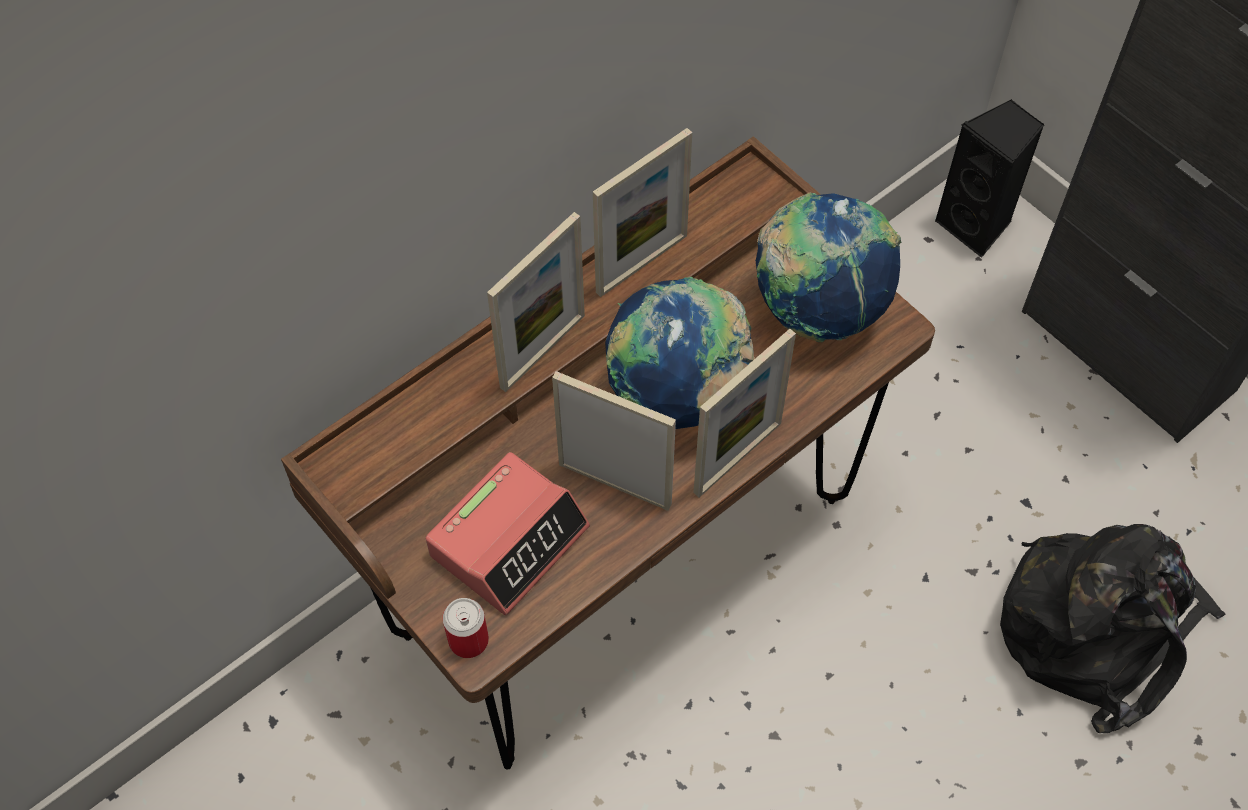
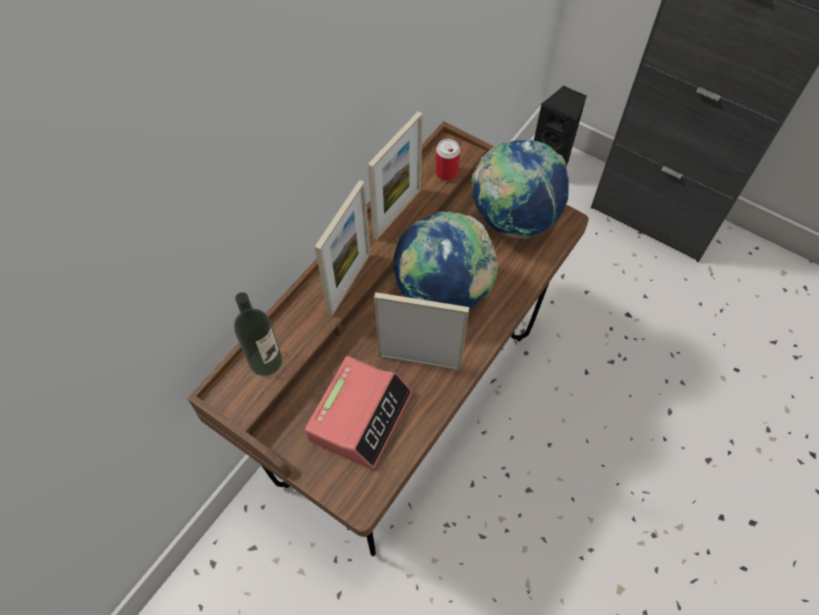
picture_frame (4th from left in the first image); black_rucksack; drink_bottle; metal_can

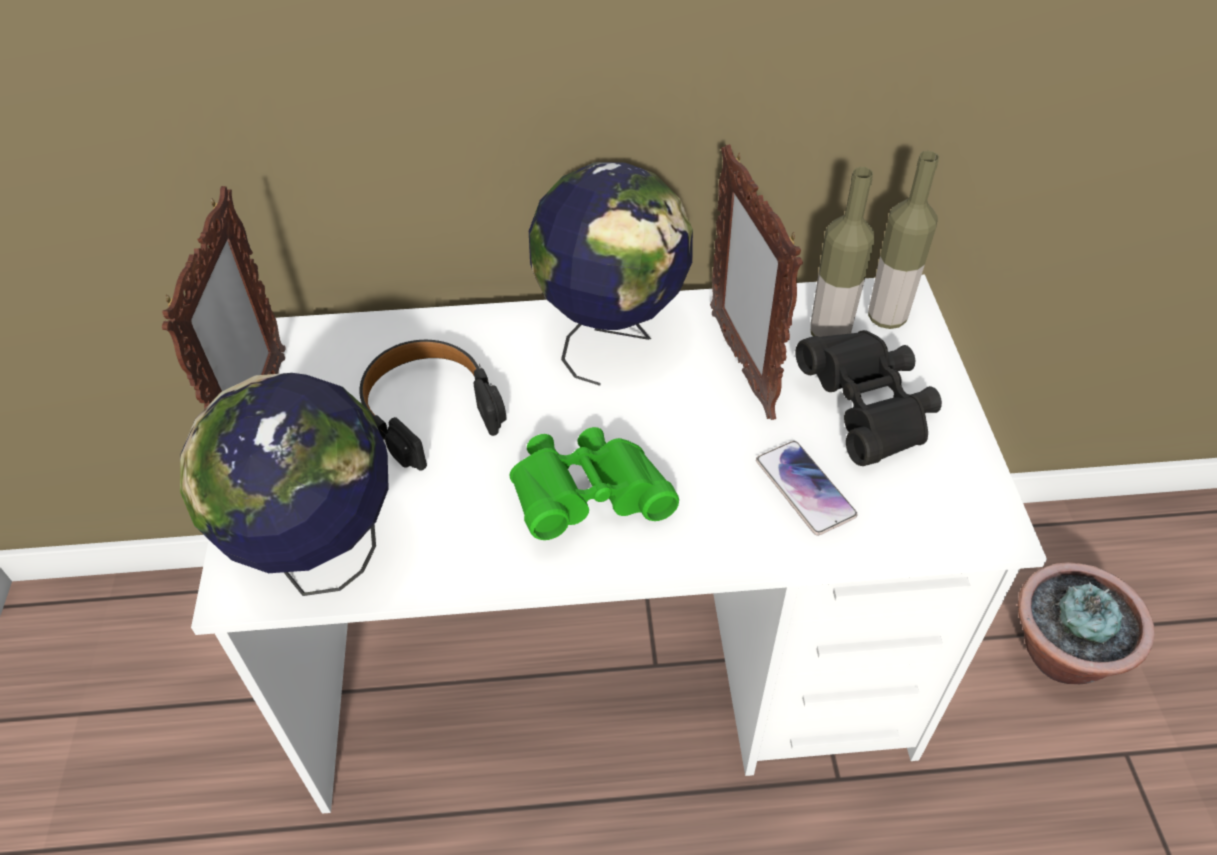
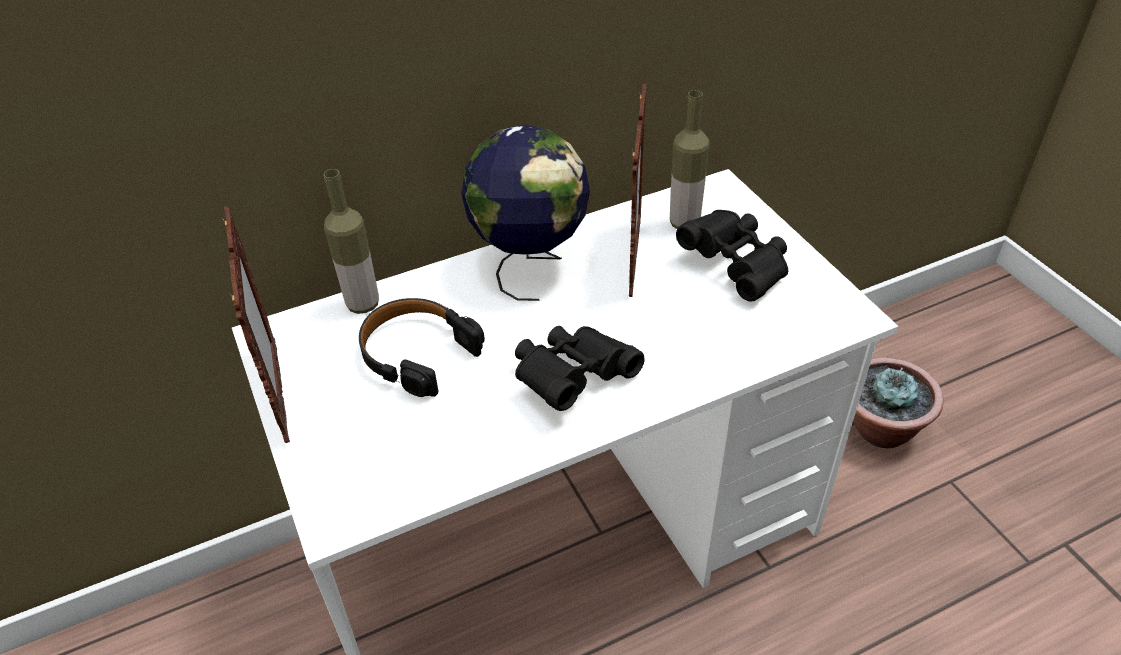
world_globe (1st from left in the first image); telephone; drink_bottle (1st from left); black_field_glasses (1st from left); picture_frame (2nd from left)

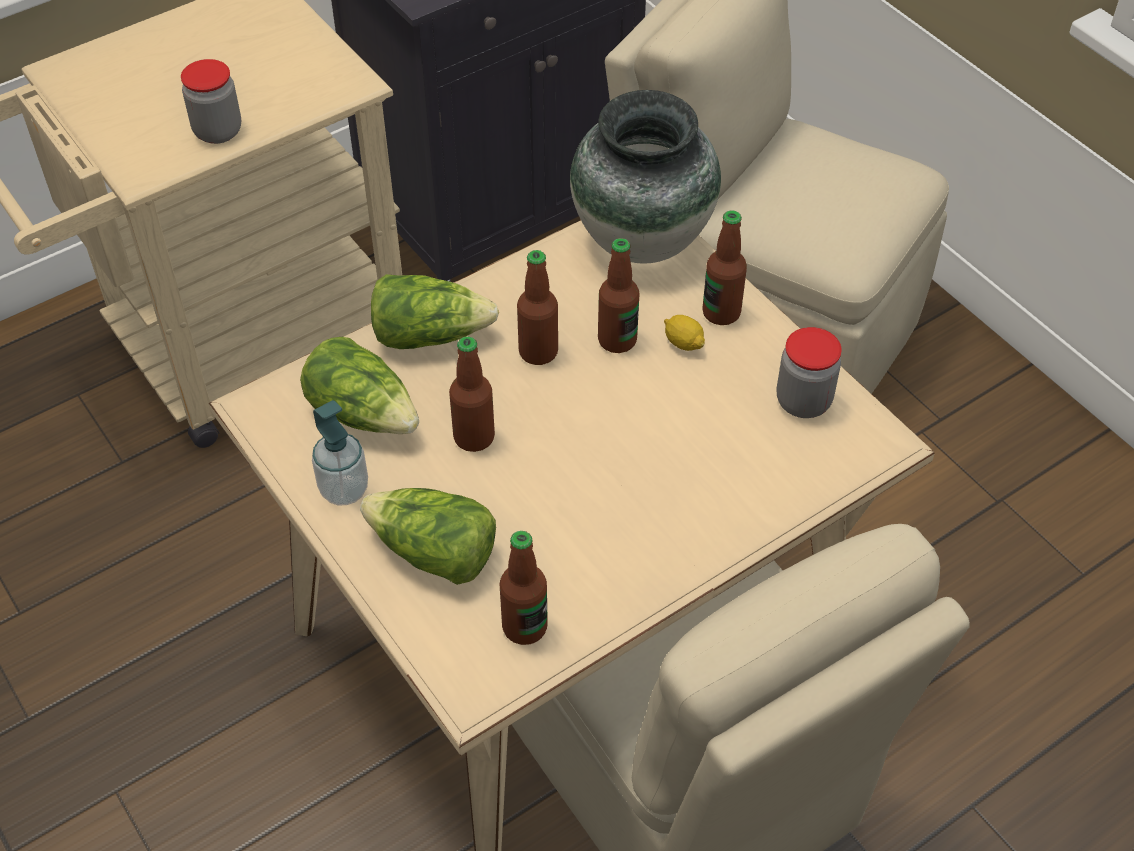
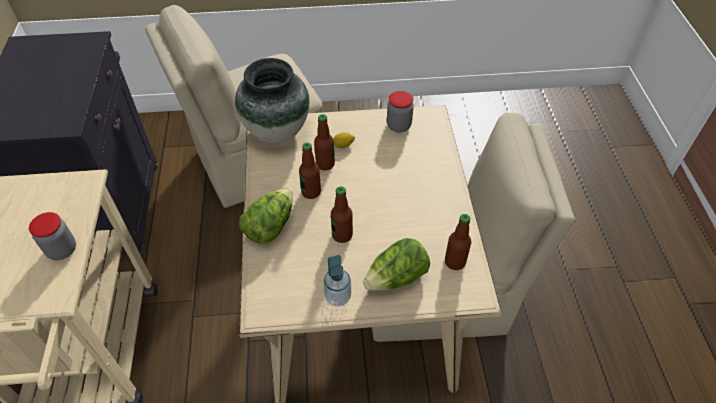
head_of_lettuce (1st from left in the first image); drink_bottle (5th from left in the first image)

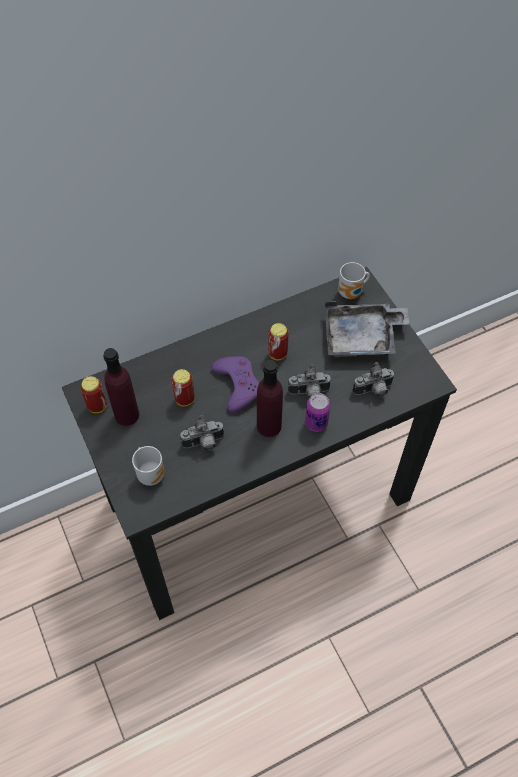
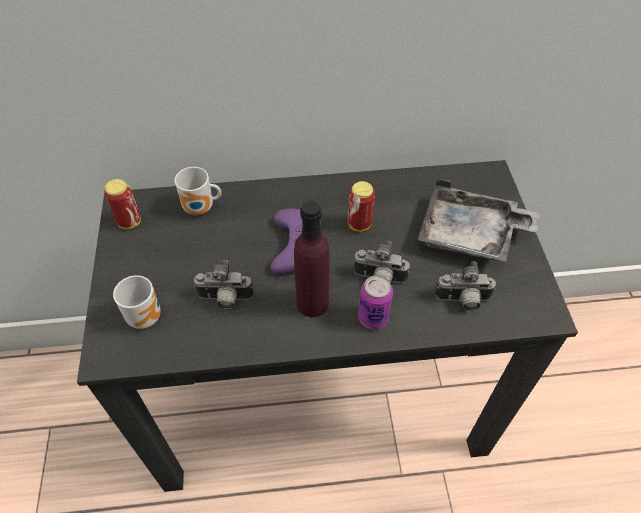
purple-coloured_drink_bottle (1st from left in the first image); metal_can (2nd from left in the first image); tea_mug (2nd from left)

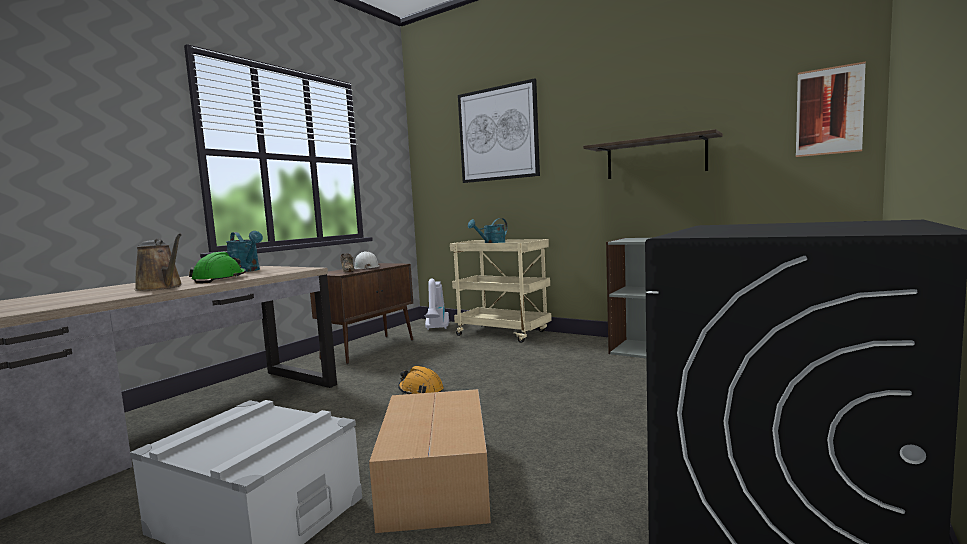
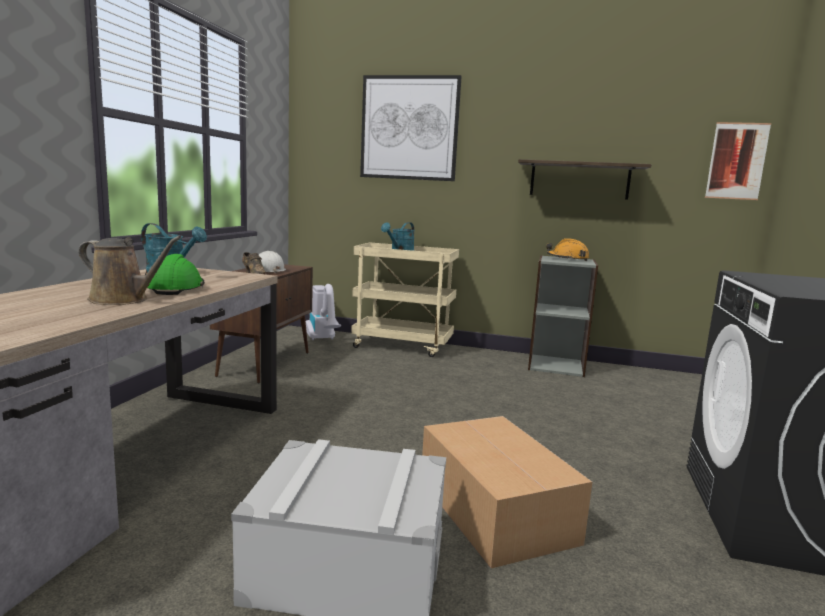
orangey_safety_helmet

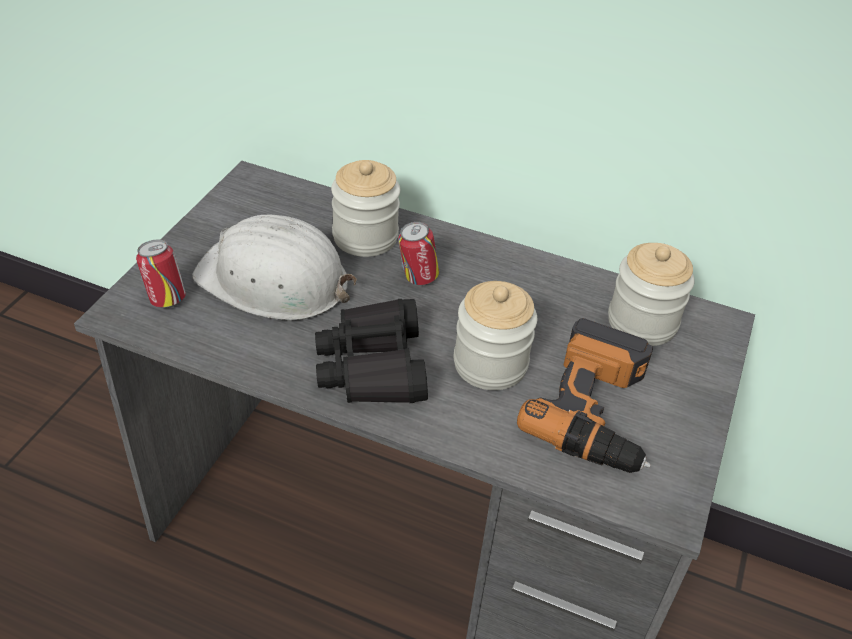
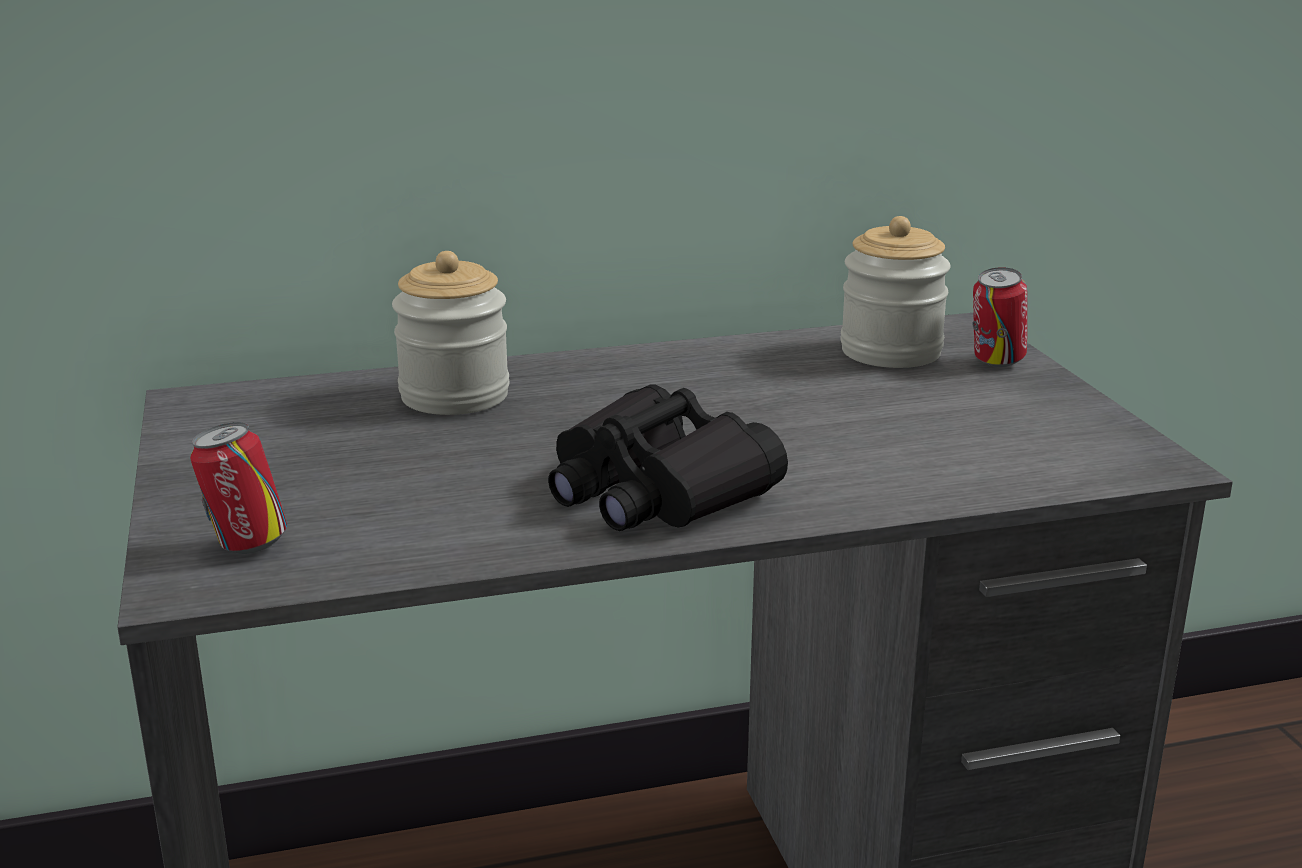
white_safety_helmet; preserve_jar (2nd from left in the first image); electric_drill; metal_can (2nd from left)

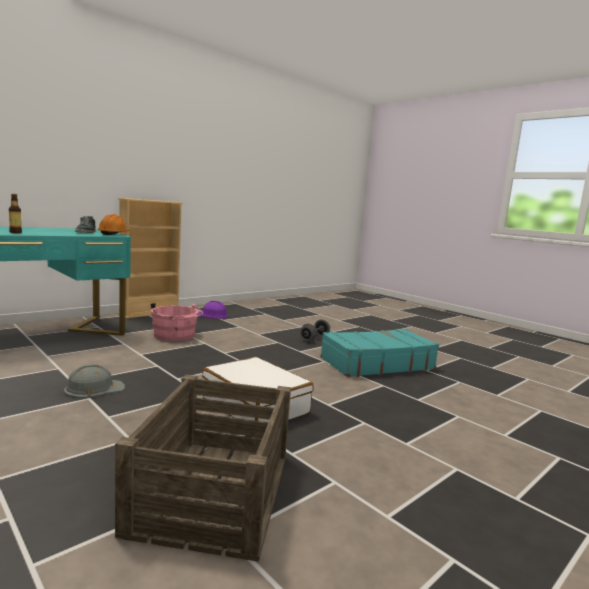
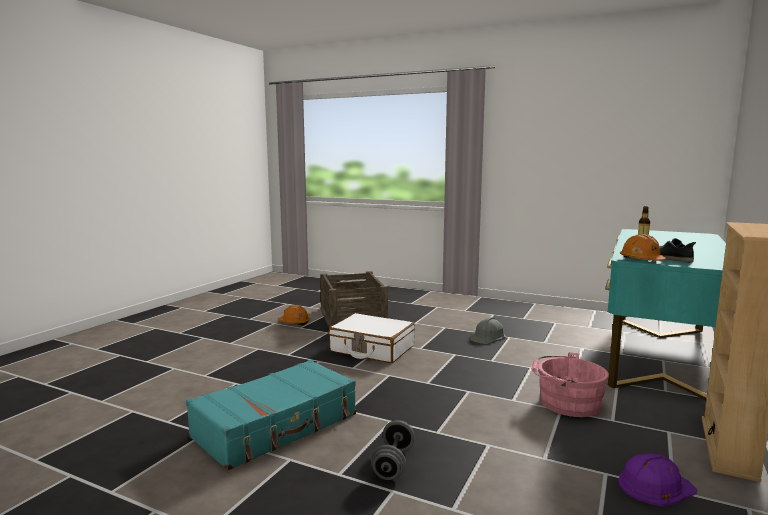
orangey_safety_helmet (1st from left)

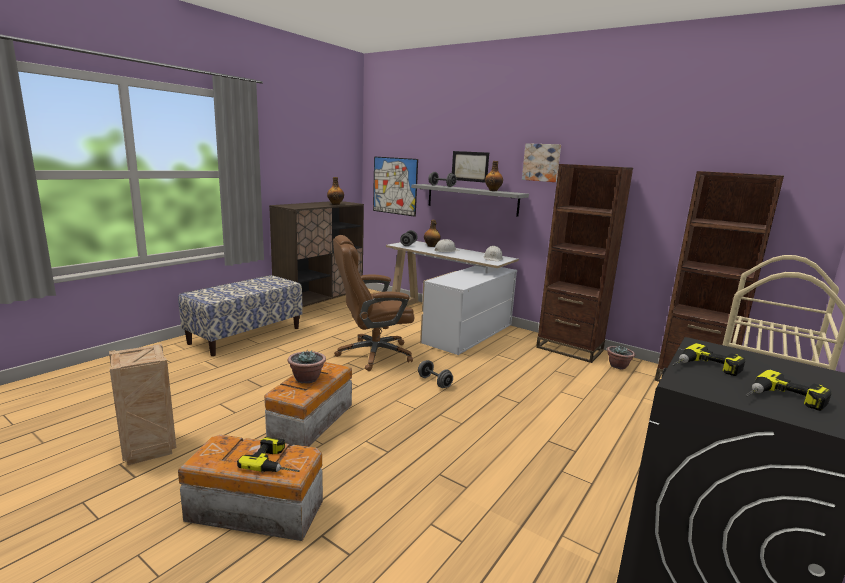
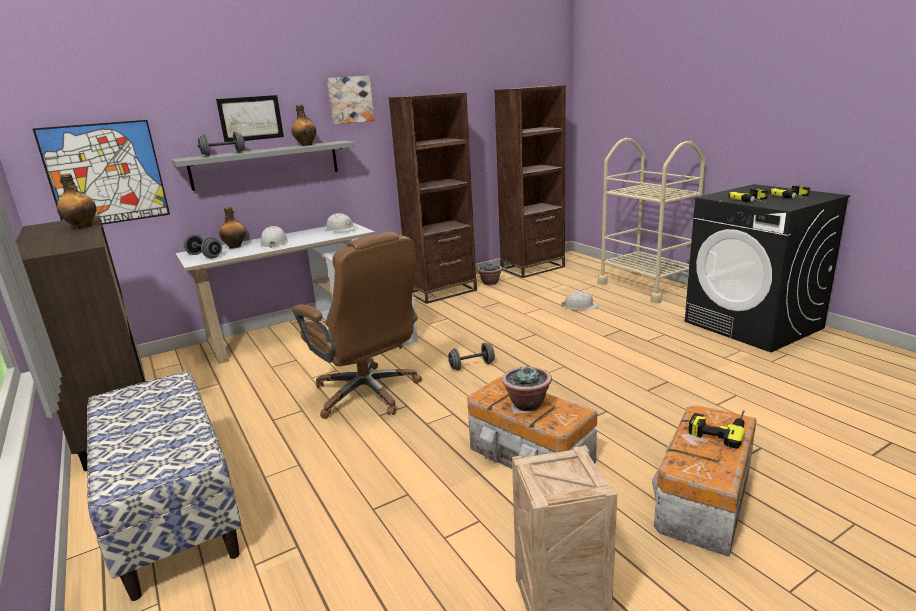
white_safety_helmet (3rd from left); brownish_computer_chair

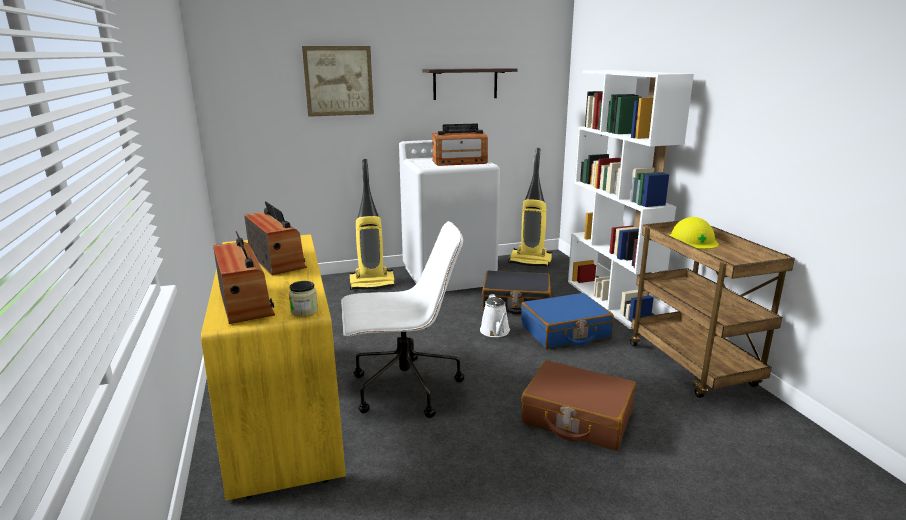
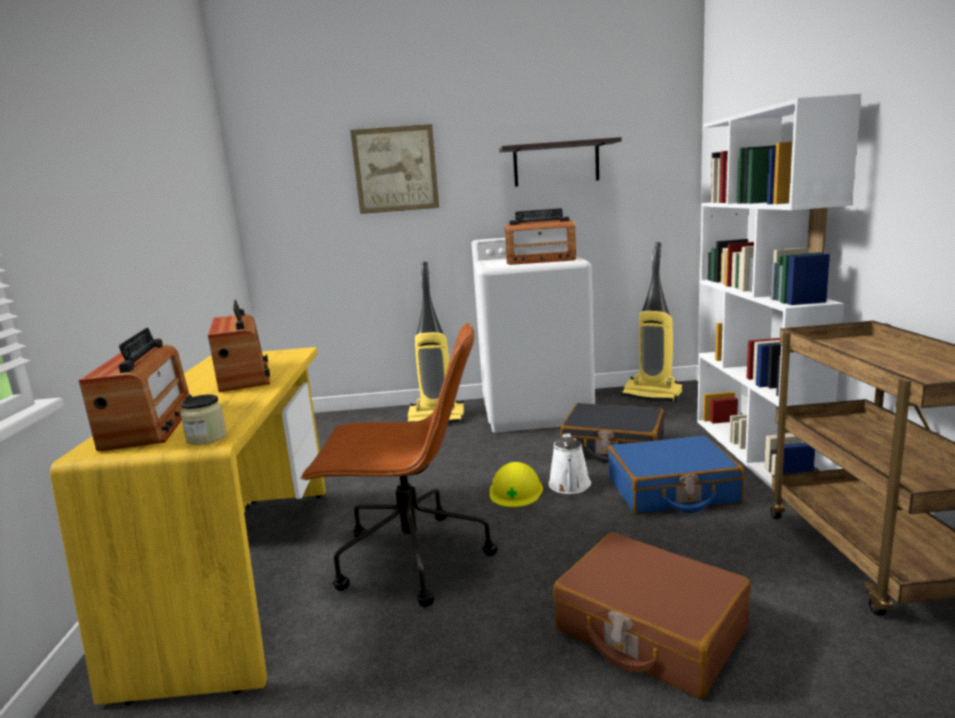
yellow-coloured_safety_helmet; brownish_computer_chair

